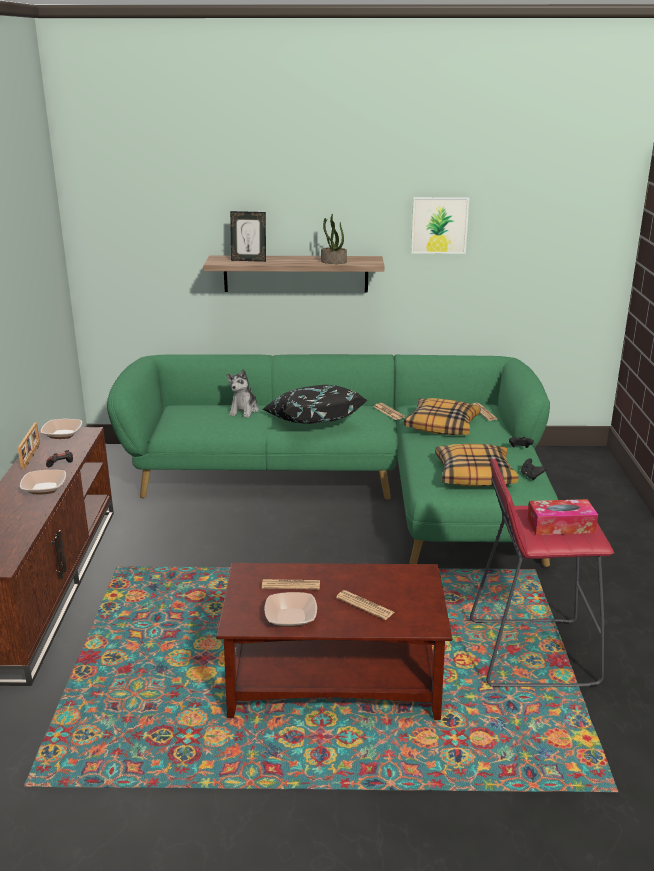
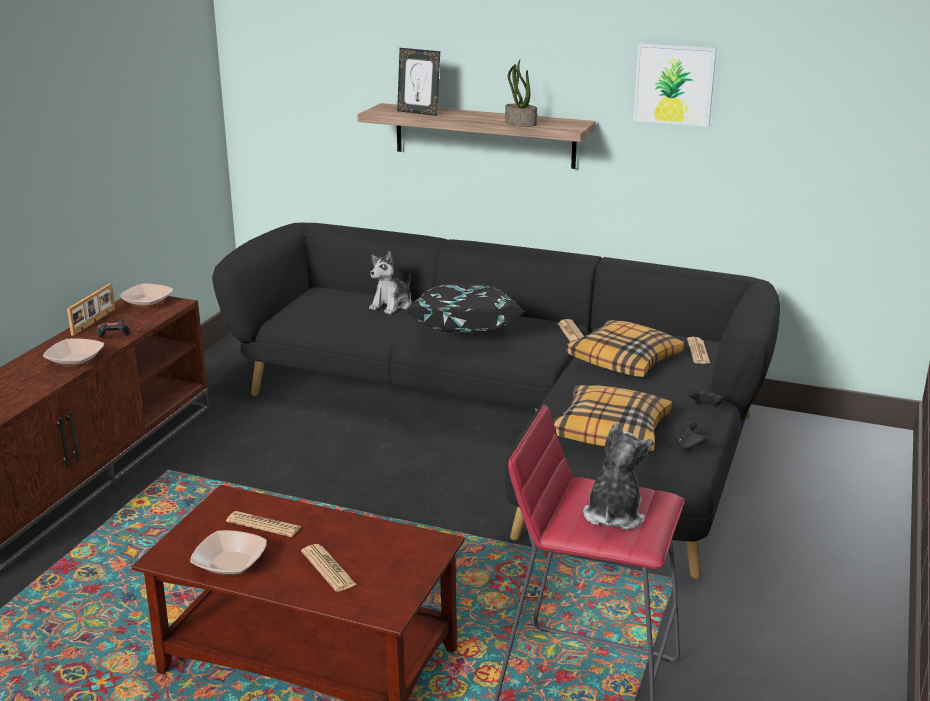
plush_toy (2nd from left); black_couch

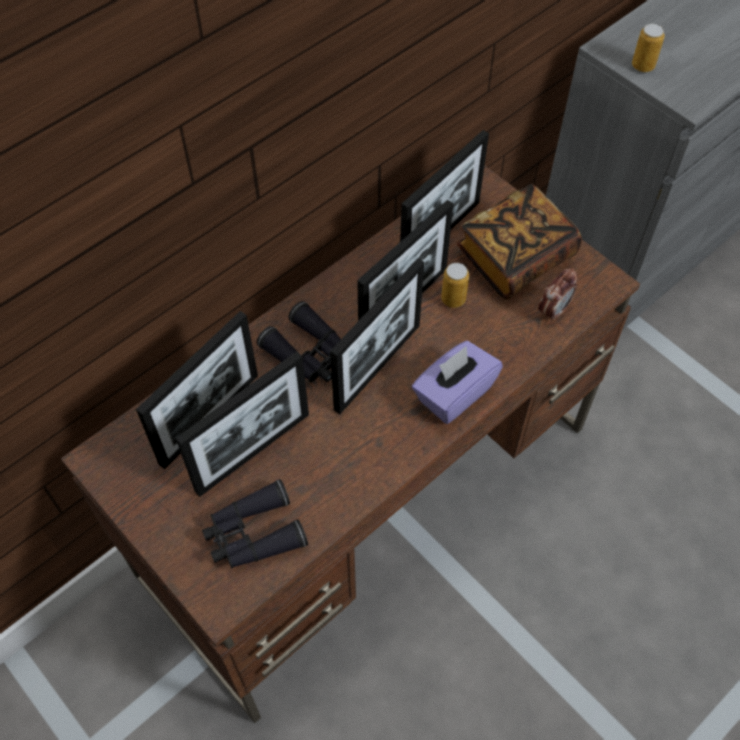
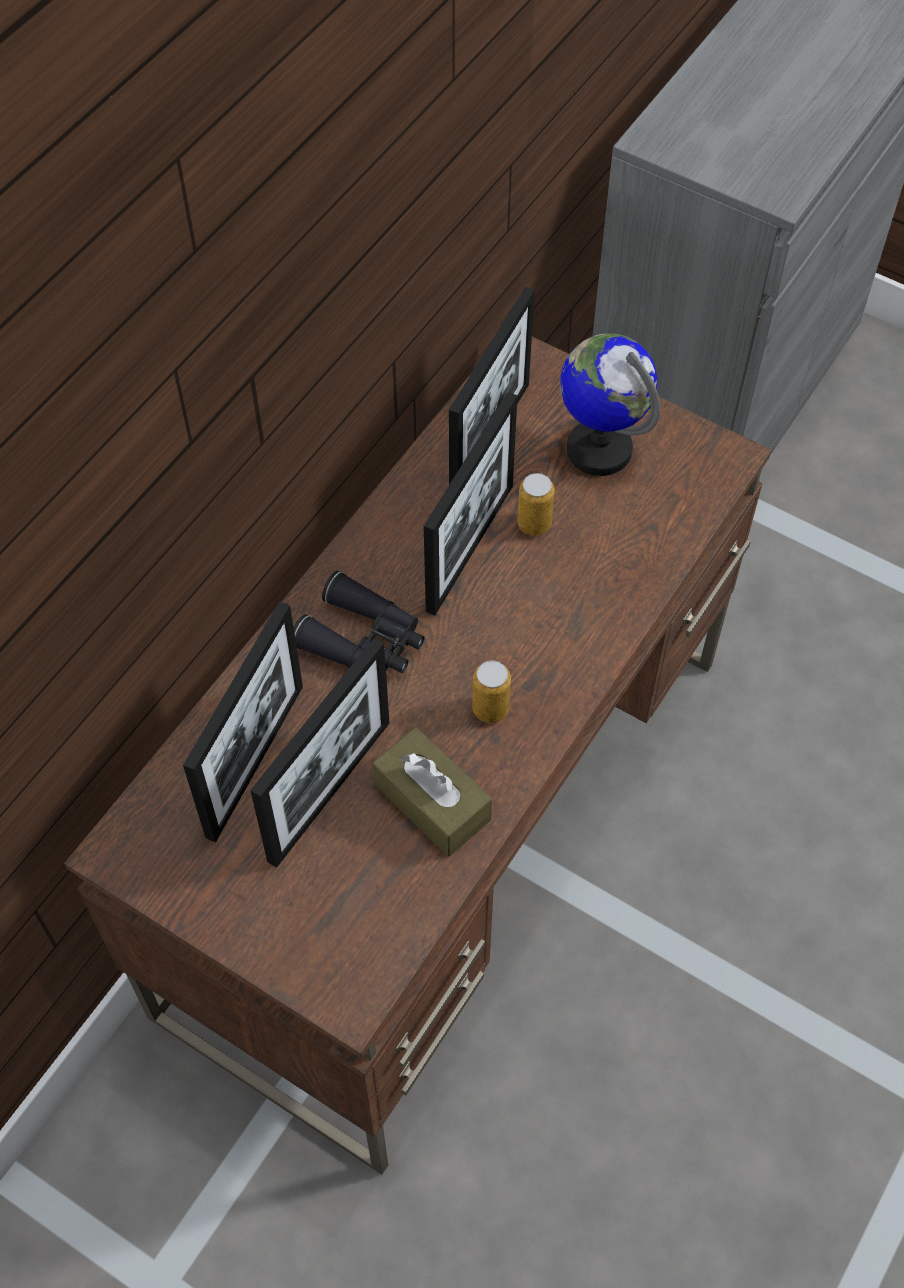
black_field_glasses (1st from left in the first image); picture_frame (3rd from left in the first image); purple-coloured_tissue_box; table_clock; brownish_tissue_box; metal_can (1st from left); world_globe

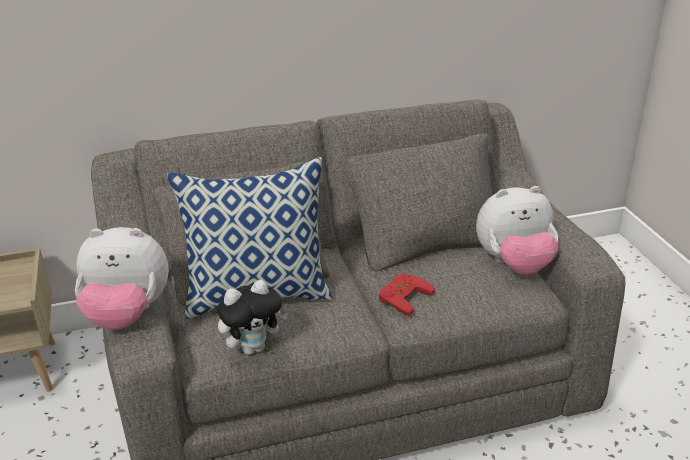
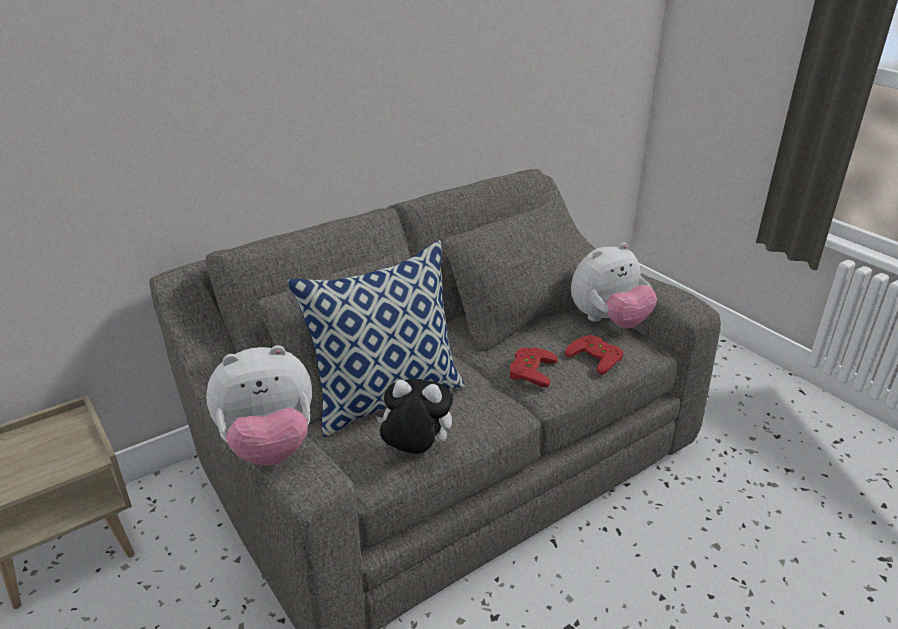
red_game_controller (2nd from left); plush_toy (2nd from left)

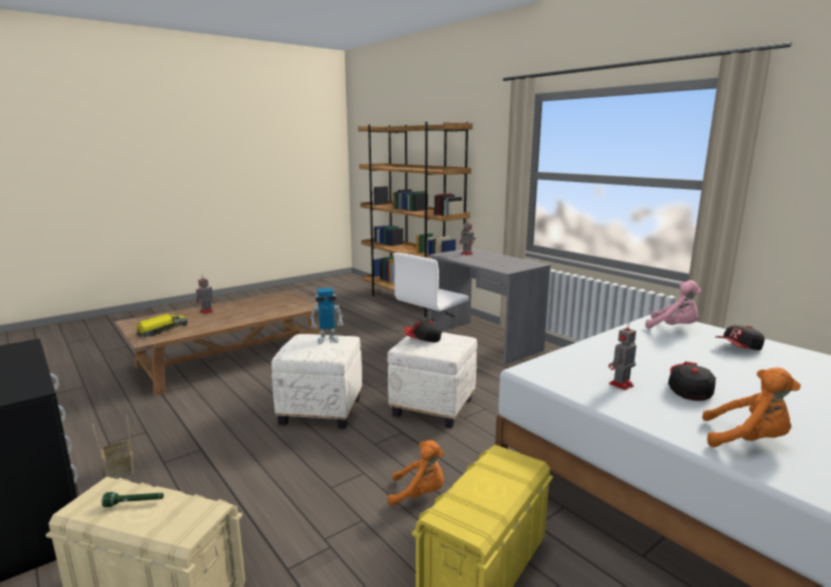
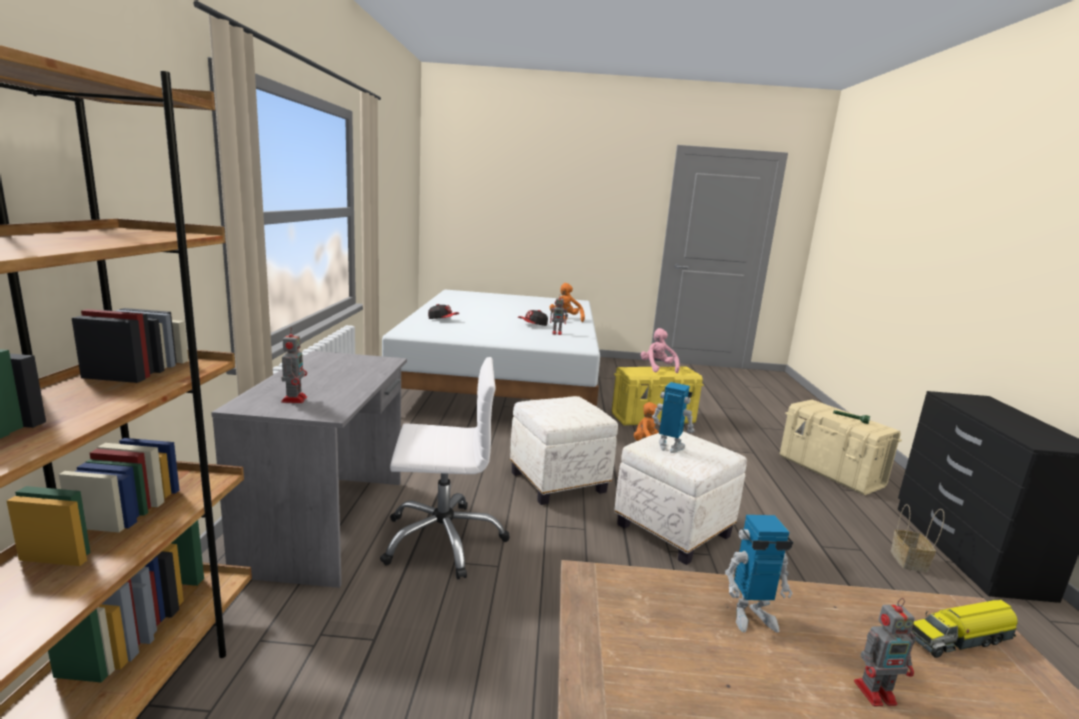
cap (1st from left in the first image); model_robot (4th from left); pink-coloured_plush_toy

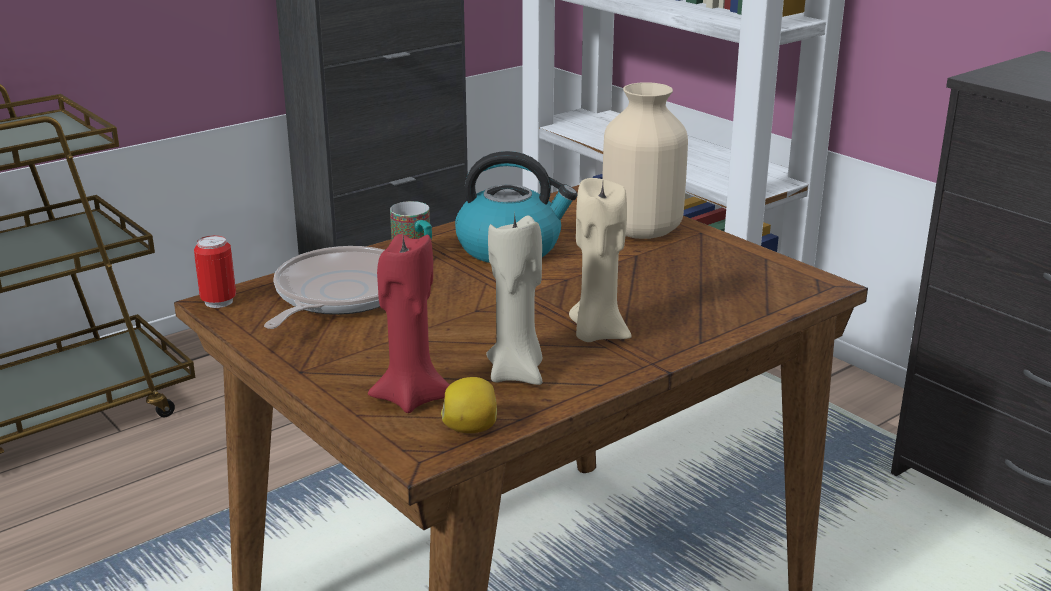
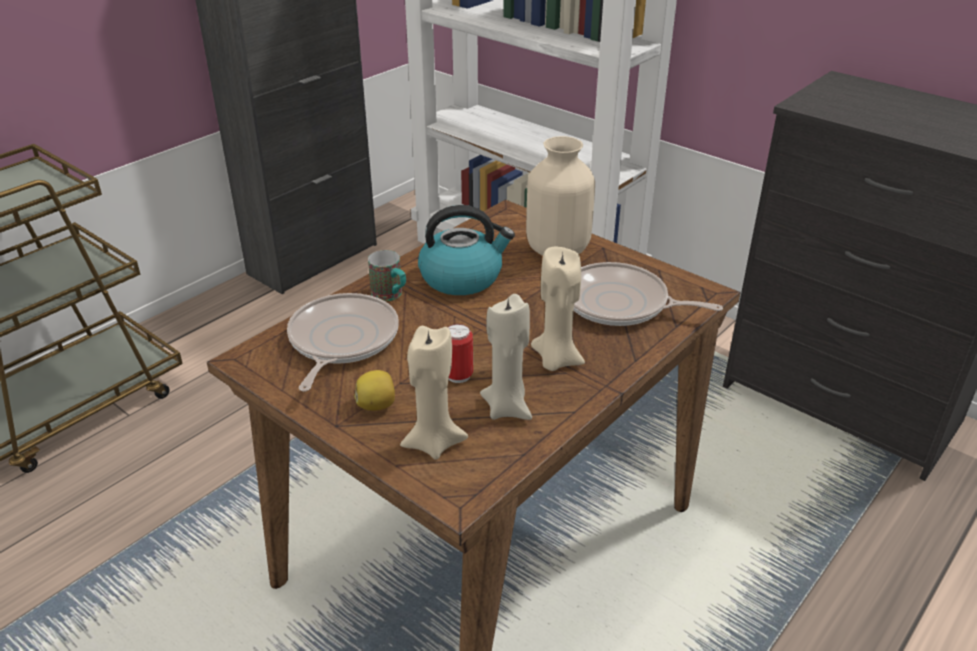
pan (2nd from left); metal_can; lemon; beige_wax_candle (1st from left)

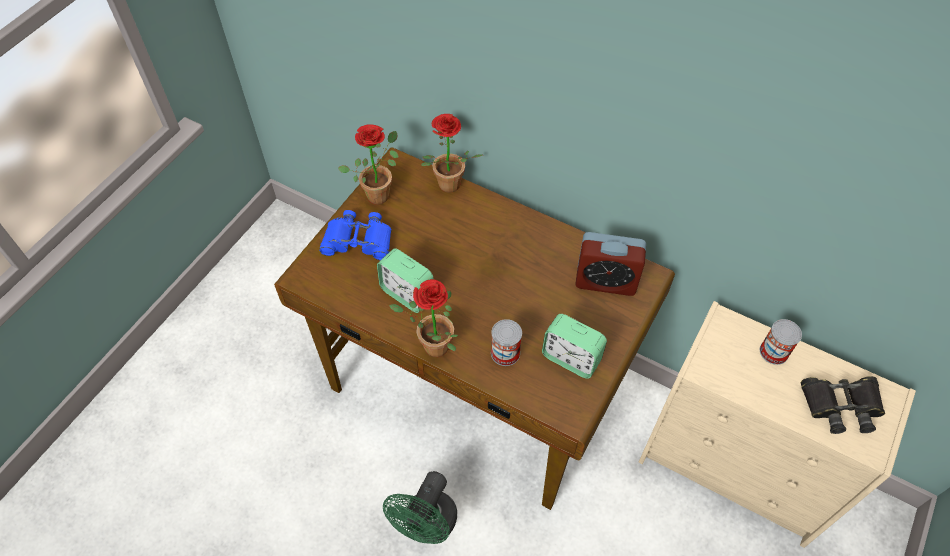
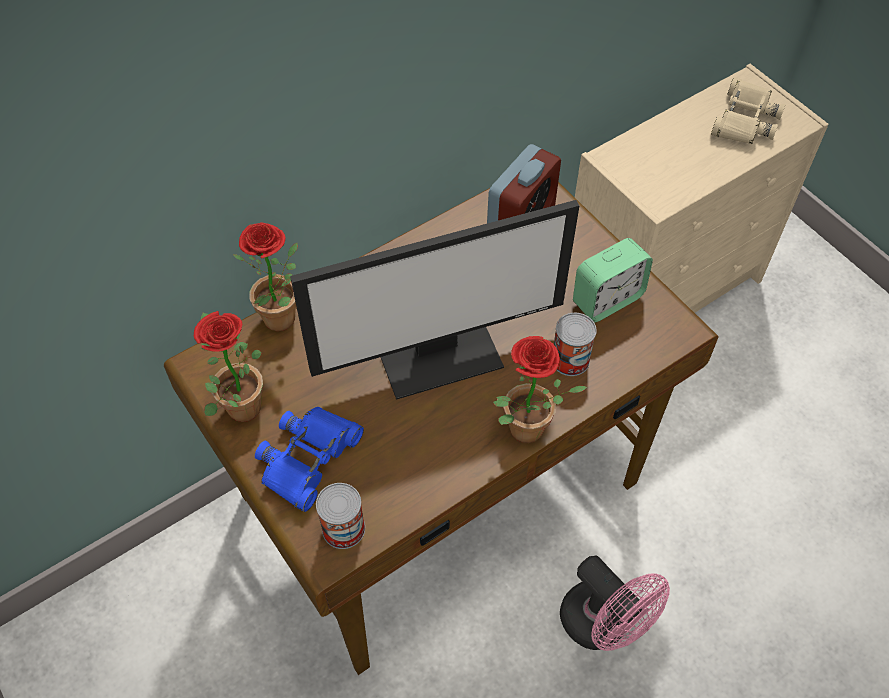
table_clock (1st from left in the first image); computer_screen; metal_can (1st from left); pink-coloured_fan; beige_field_glasses

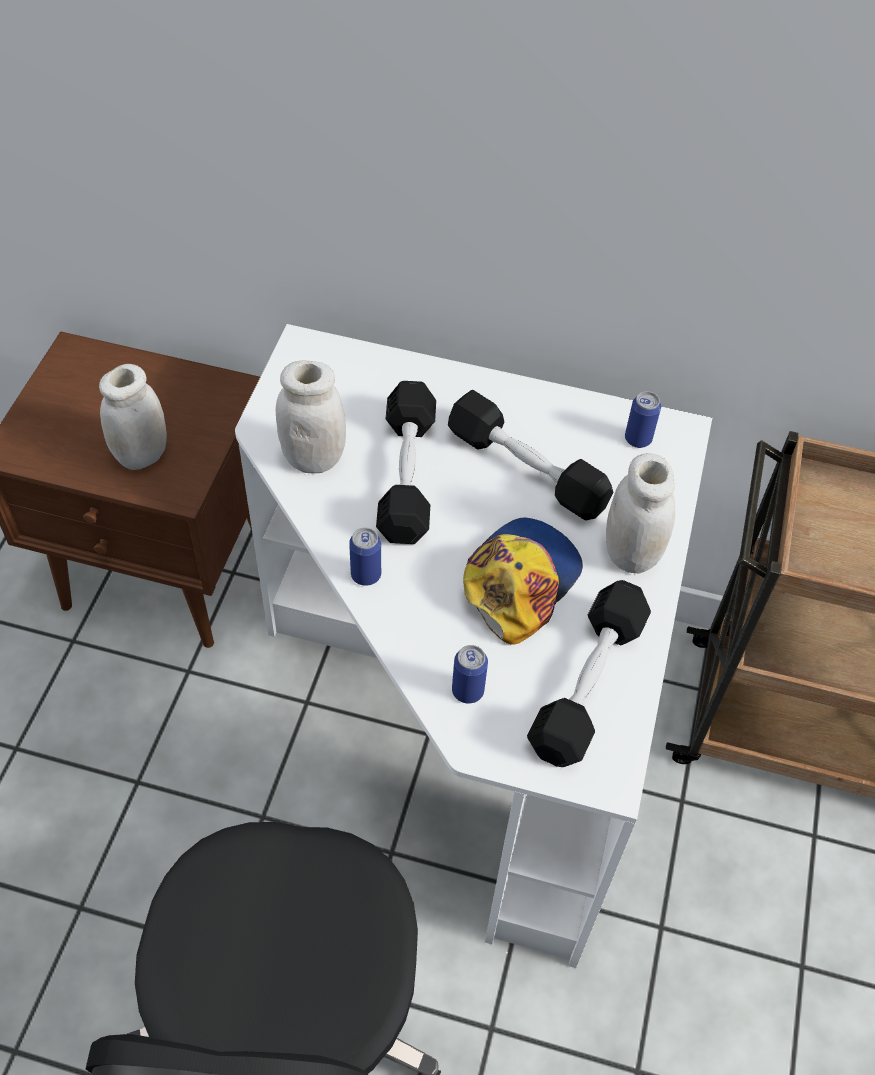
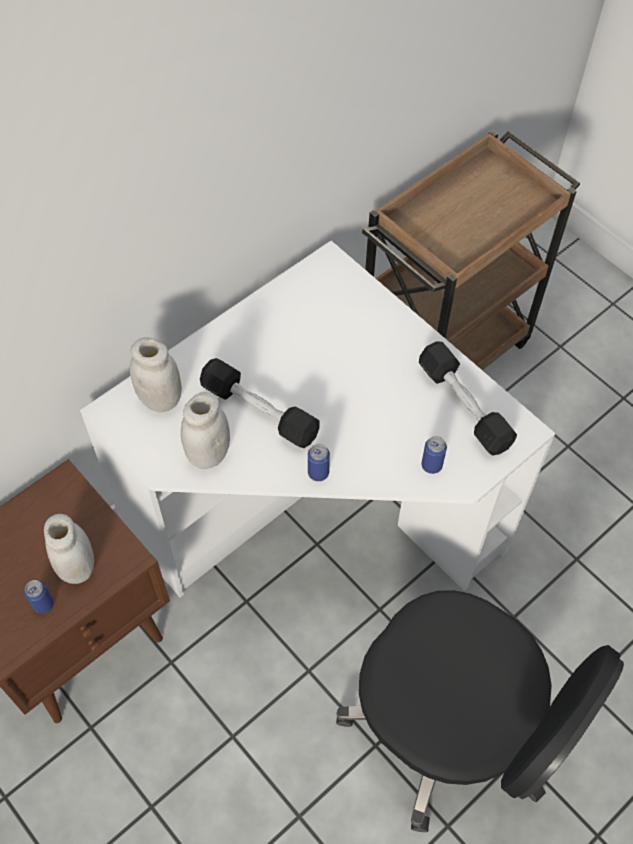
black_free_weight (2nd from left in the first image); cap; white_preserve_jar (2nd from left); metal_can (1st from left)

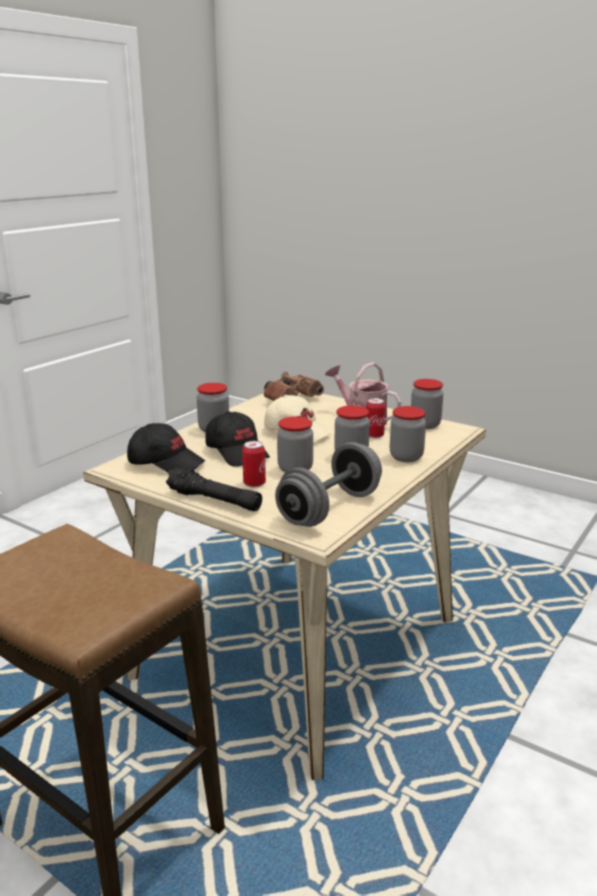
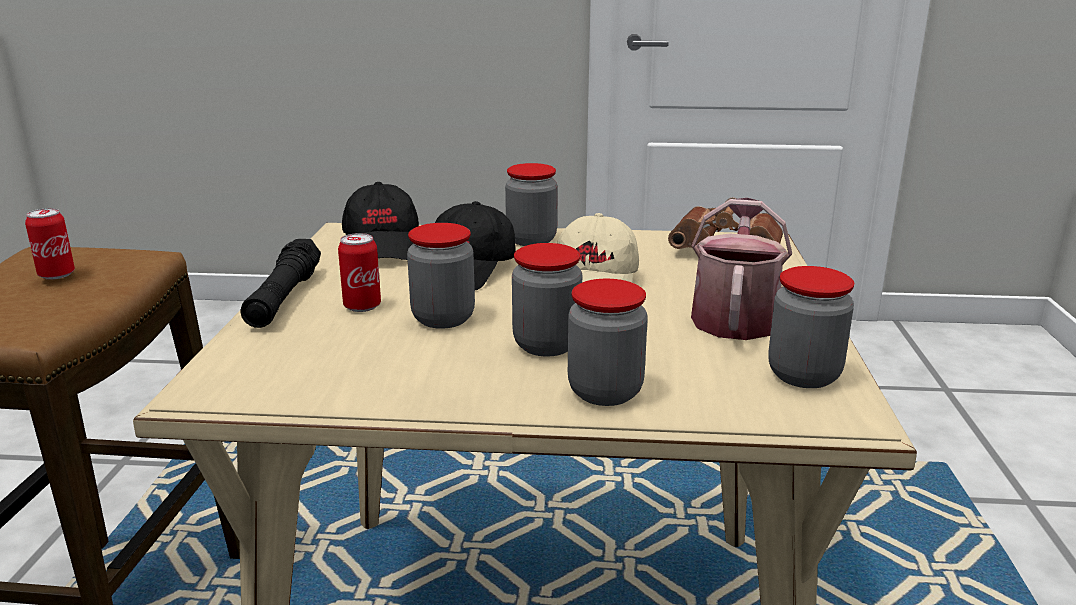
grey_free_weight; metal_can (1st from left)

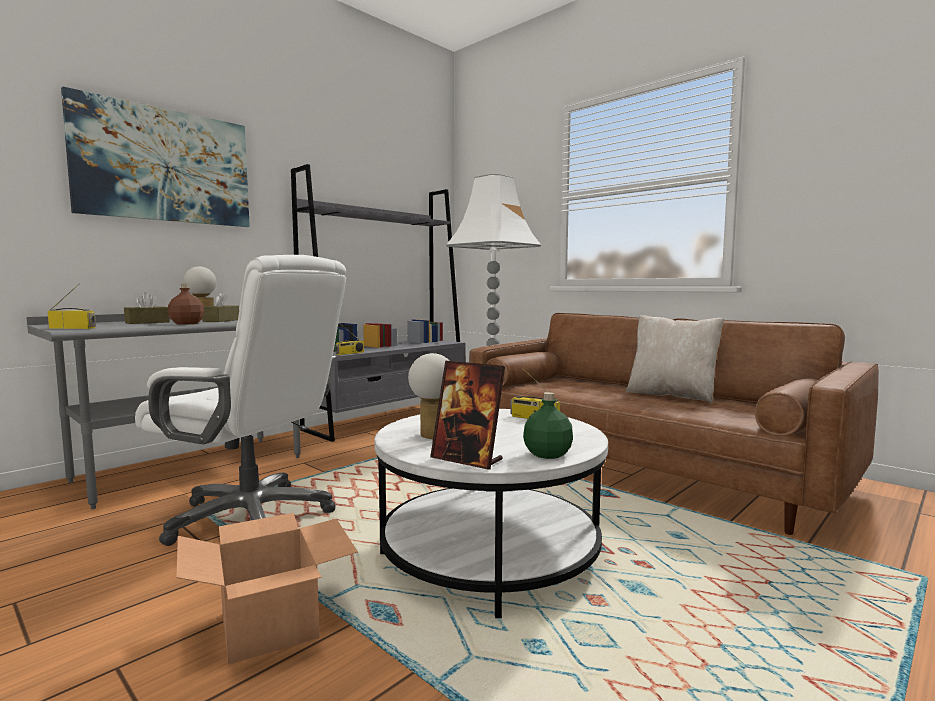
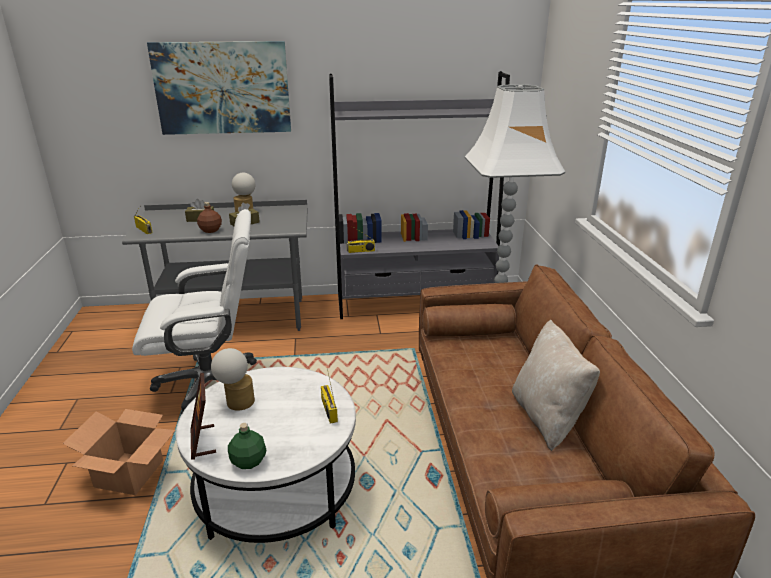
white_computer_chair

